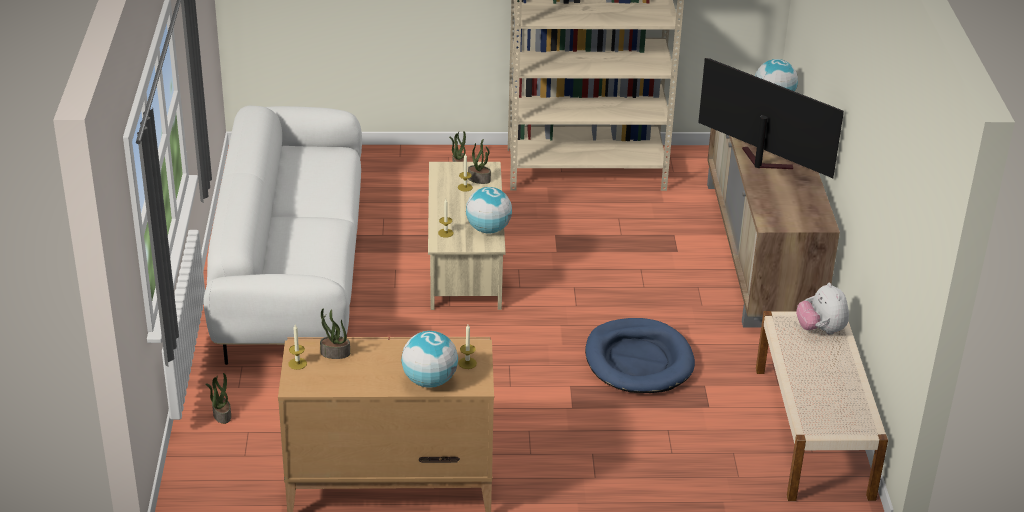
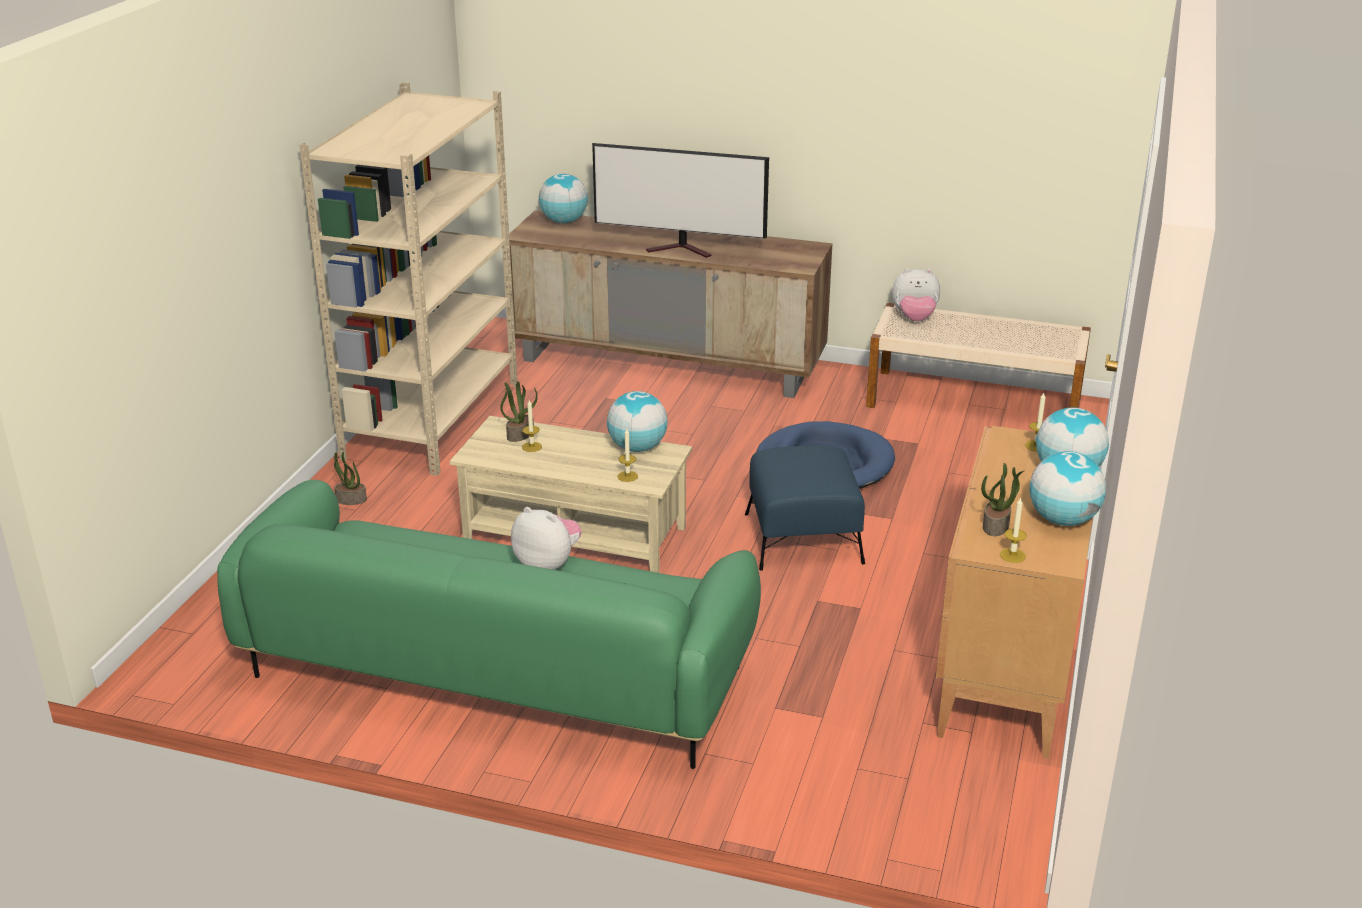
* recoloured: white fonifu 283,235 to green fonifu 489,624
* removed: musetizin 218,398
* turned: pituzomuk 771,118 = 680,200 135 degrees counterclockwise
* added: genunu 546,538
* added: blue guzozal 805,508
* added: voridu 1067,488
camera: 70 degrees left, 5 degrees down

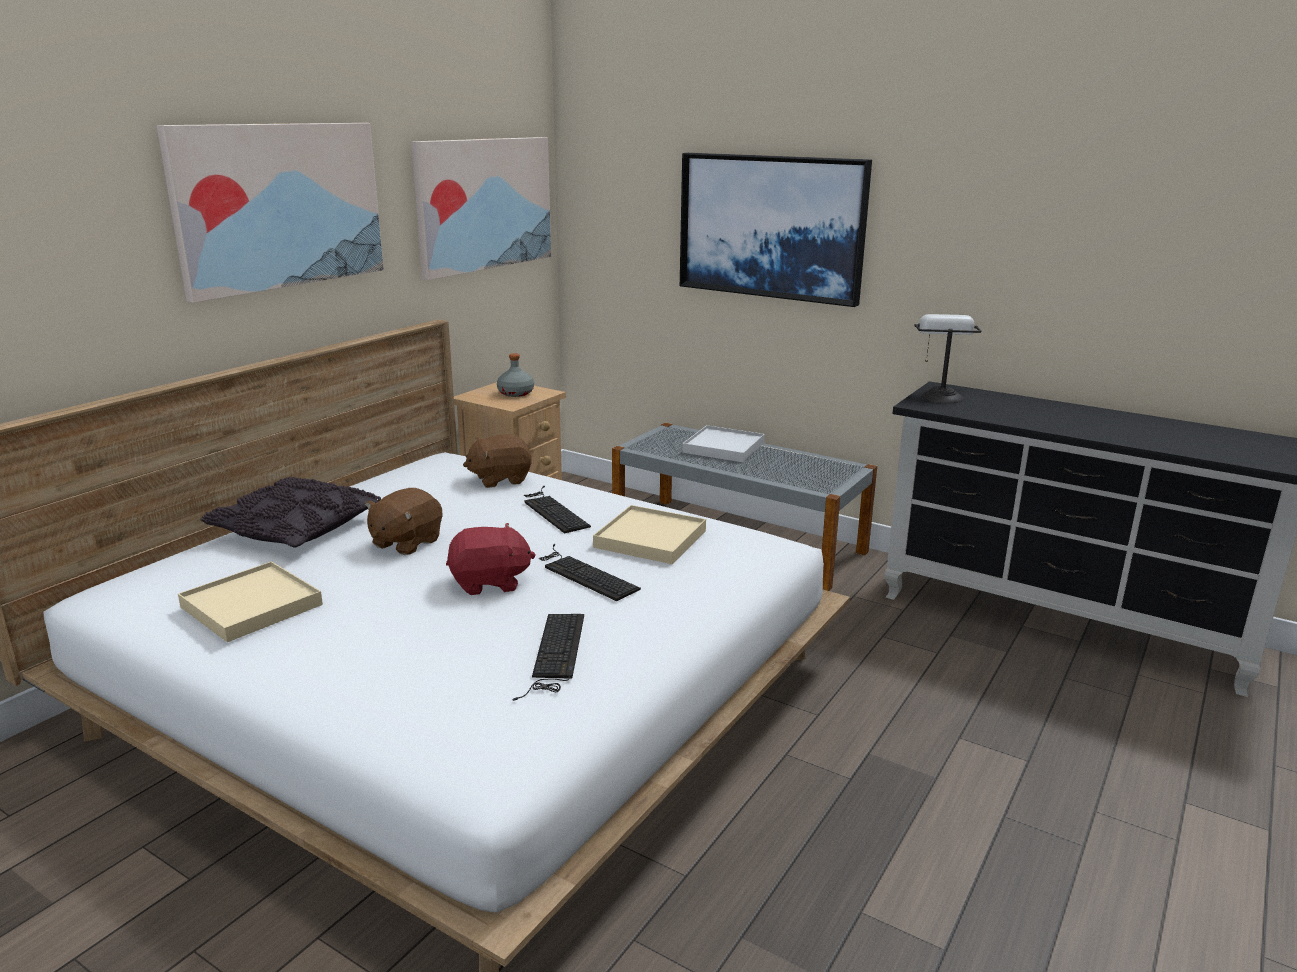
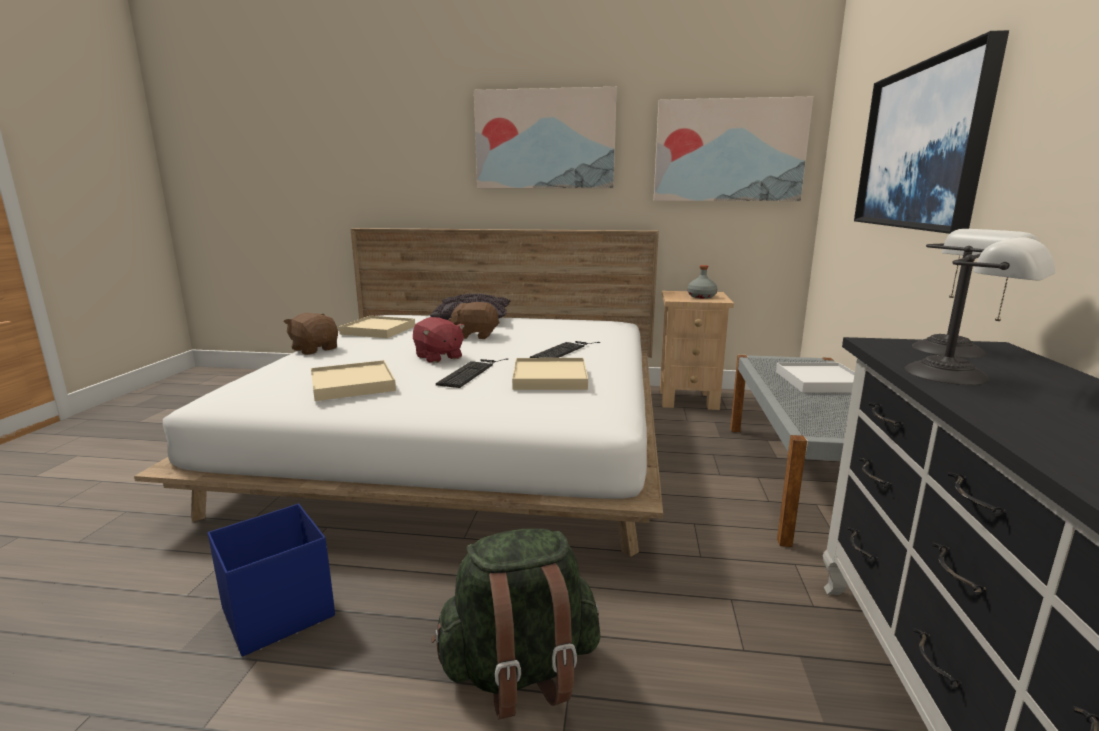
* moved: brown genunu 497,461 to 310,334
* replaced: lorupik 548,657 to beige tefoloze 353,380
* added: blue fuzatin 271,580
* added: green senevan 516,624
* added: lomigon 980,311
camera: 65 degrees right, 5 degrees down

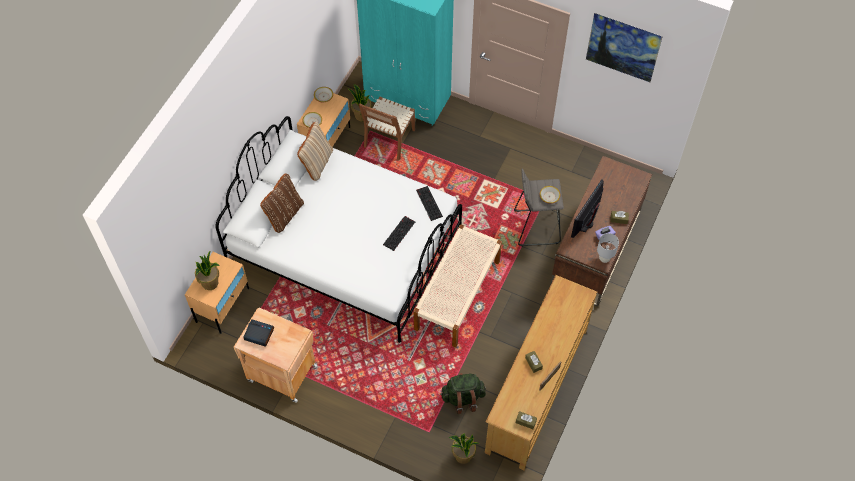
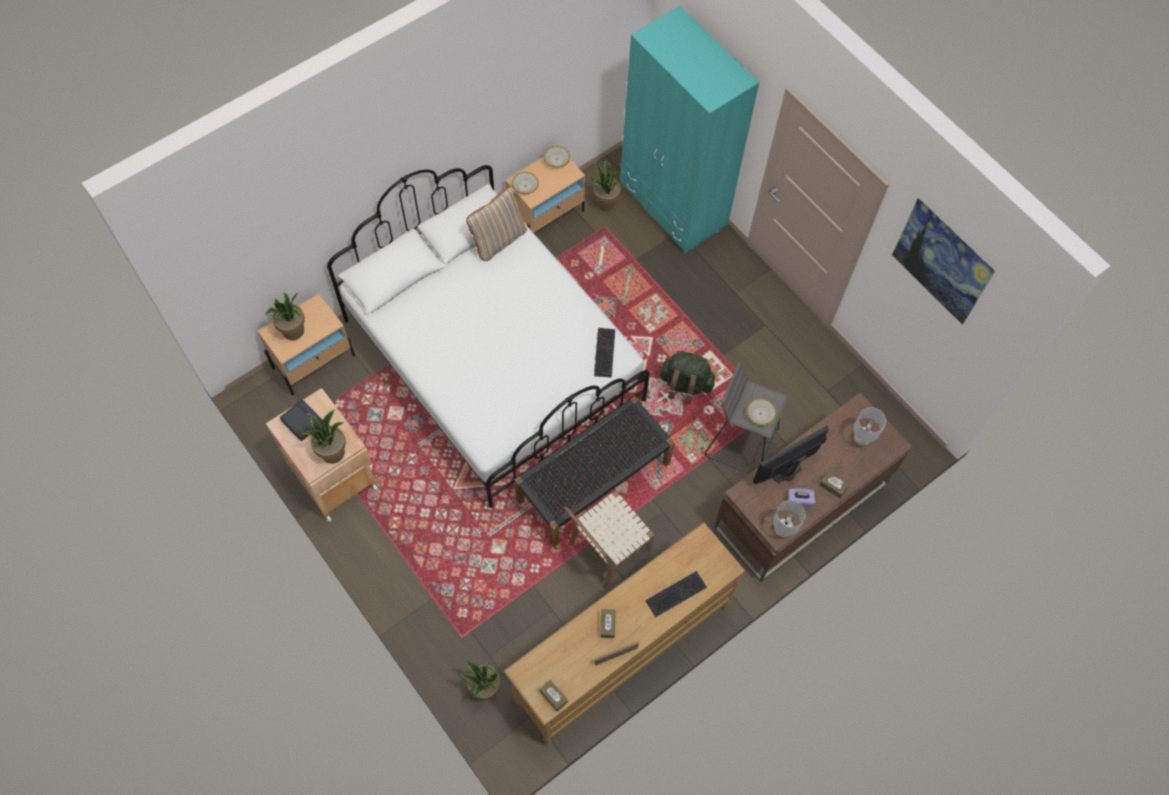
* removed: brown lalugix 282,203
* moved: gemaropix 387,128 to 609,540
* moved: lorupik 399,233 to 676,594
* recoloured: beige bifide 458,286 to black bifide 595,471
* moved: green senevan 463,393 to 687,377
* added: musetizin 323,437
* added: grey lomigon 869,426
camera: 25 degrees right, 5 degrees up

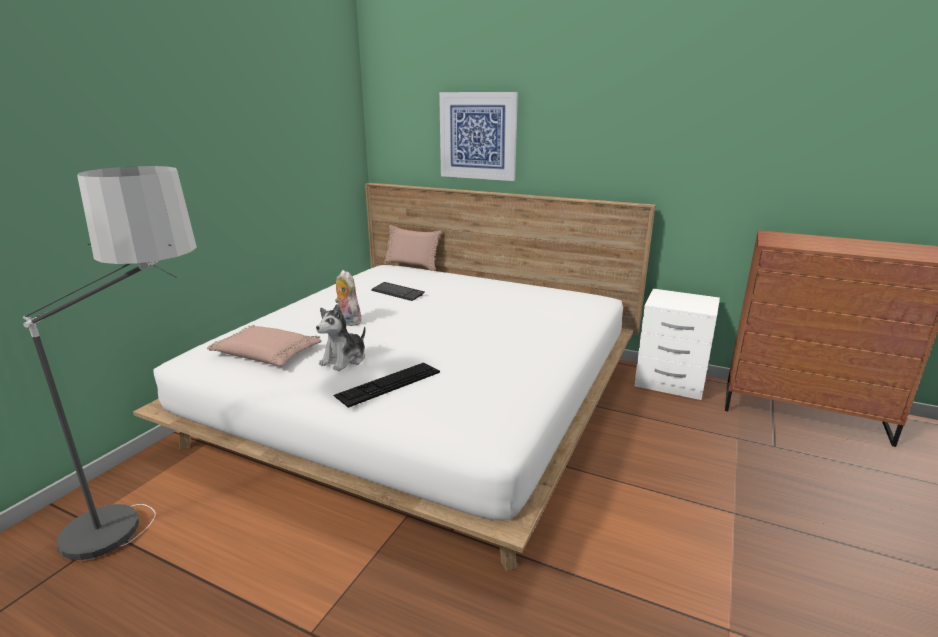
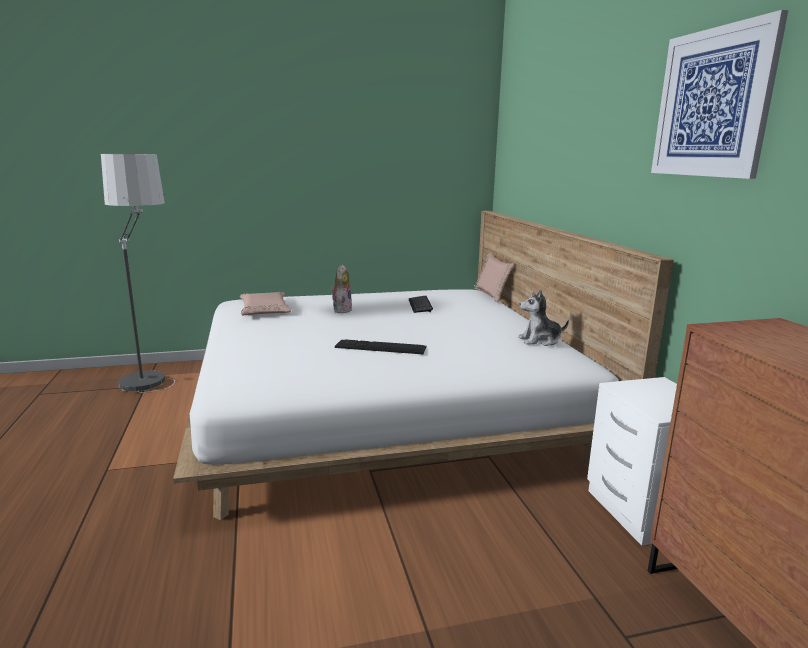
* moved: genunu 341,337 to 544,317
* moved: lorupik 387,385 to 381,346
* moved: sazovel 478,136 to 719,94
camera: 50 degrees right, 5 degrees down

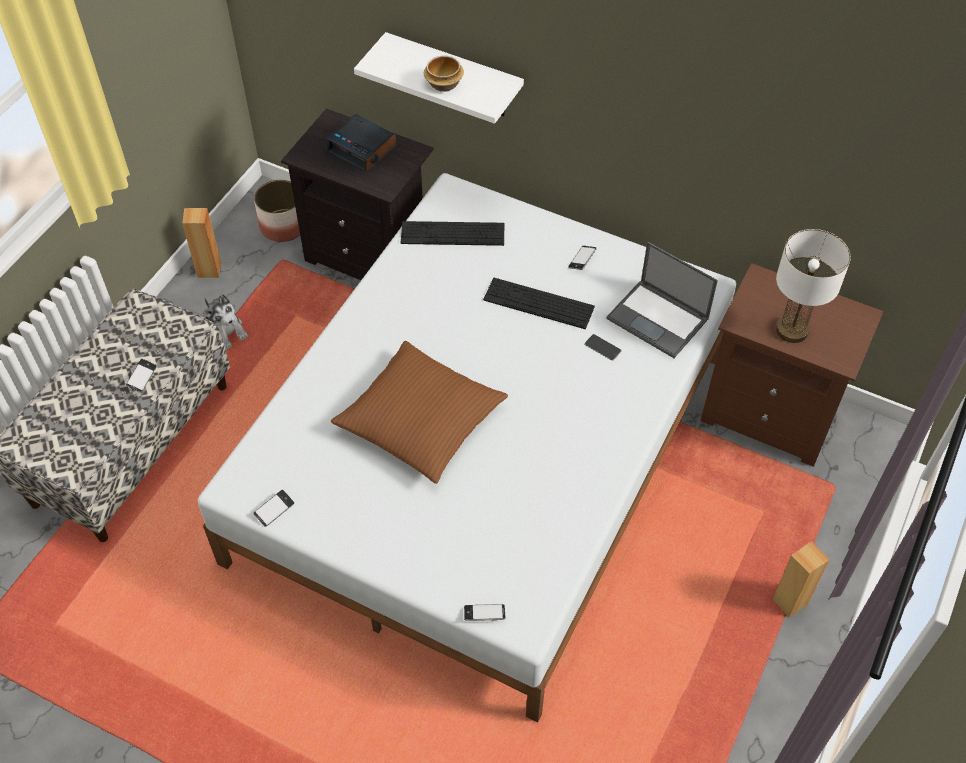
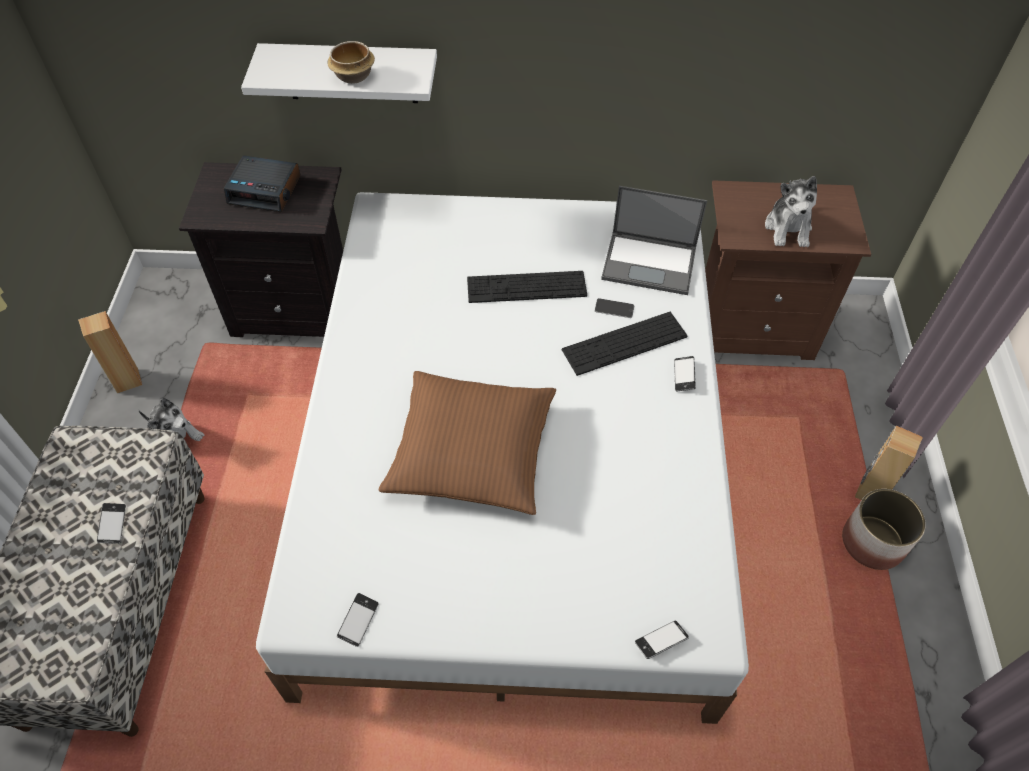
* moved: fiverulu 277,211 to 884,529
* moved: lorupik 452,233 to 625,344
* moved: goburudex 582,258 to 685,373
* replaced: lomigon 813,286 to genunu 791,211
camera: 25 degrees left, 0 degrees up

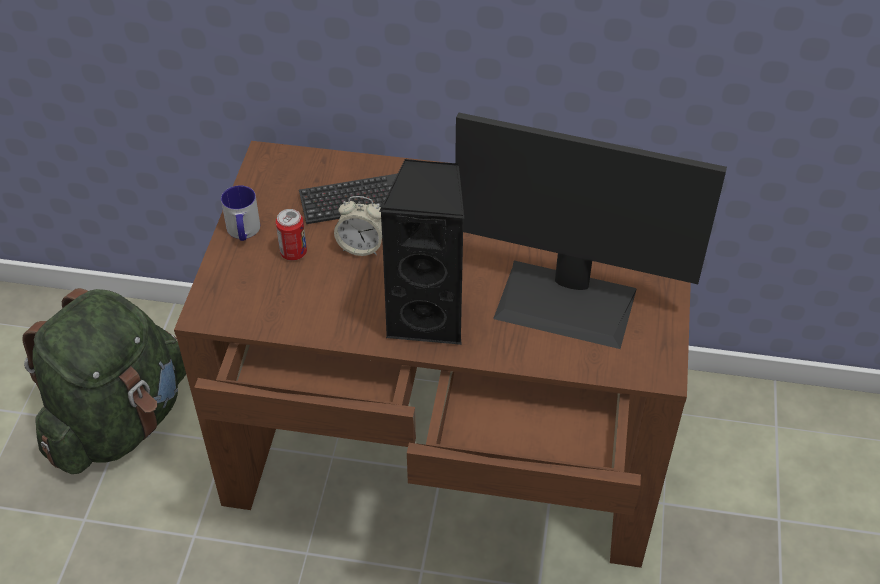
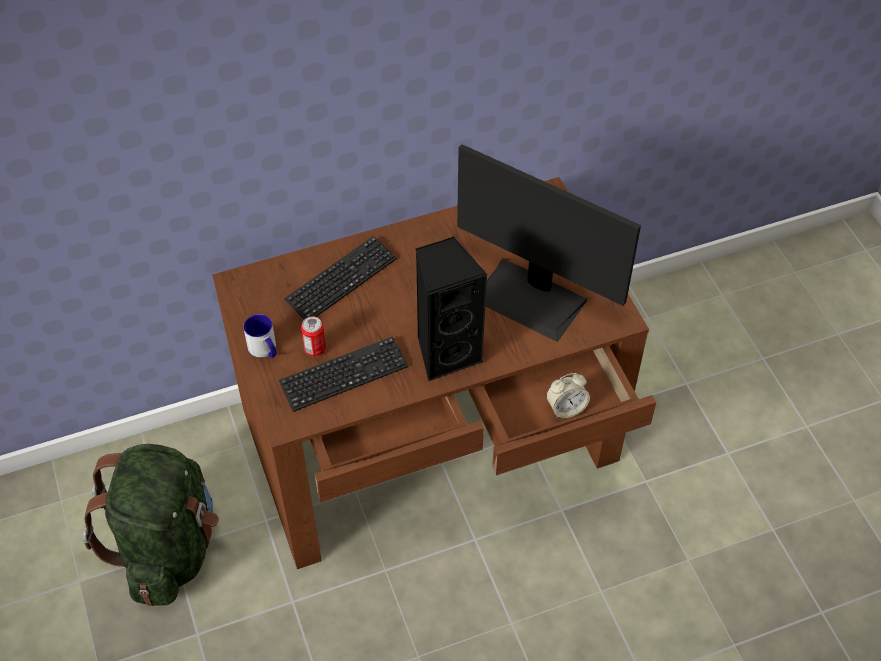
* moved: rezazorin 358,226 to 568,395
* turned: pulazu 591,230 = 549,243 45 degrees clockwise
* added: lorupik 343,374
camera: 30 degrees left, 5 degrees up

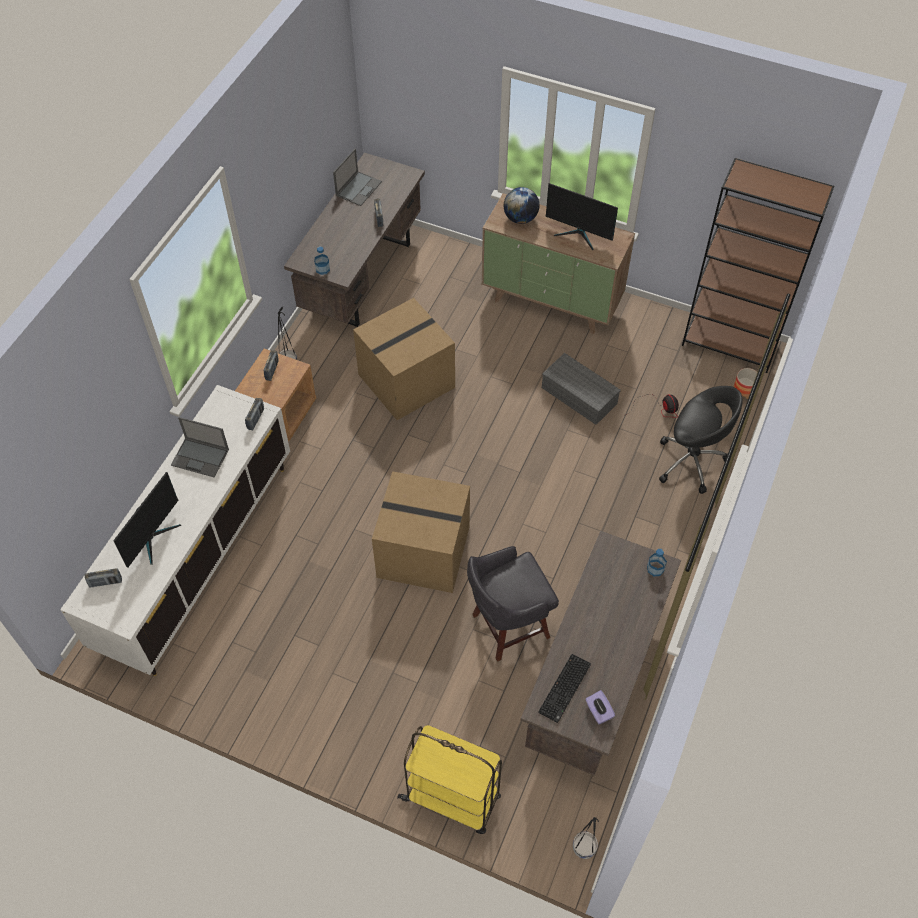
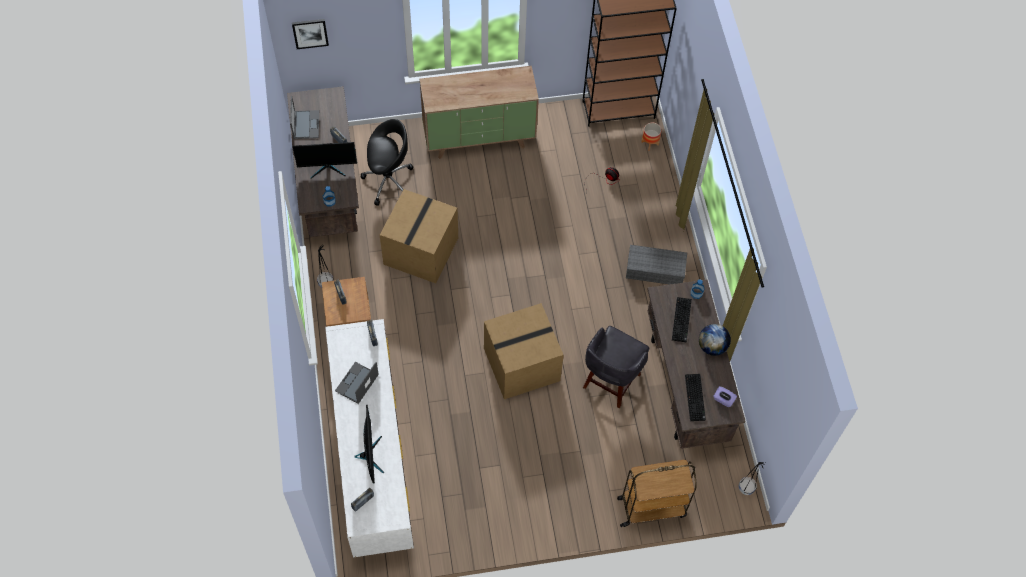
* turned: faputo 200,447 = 357,383 135 degrees clockwise
* recoloured: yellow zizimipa 449,779 to brown zizimipa 657,493
* moved: voridu 521,205 to 715,340
* moved: grey fuzatin 581,389 to 656,265
* moved: pulazu 582,216 to 325,160
* moved: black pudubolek 700,440 to 387,162
* added: sazovel 310,34
* added: lorupik 682,319
camera: 35 degrees left, 5 degrees up

